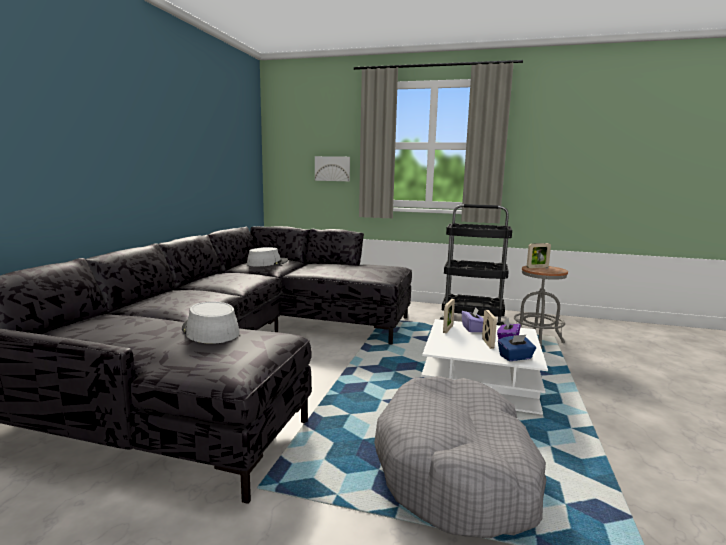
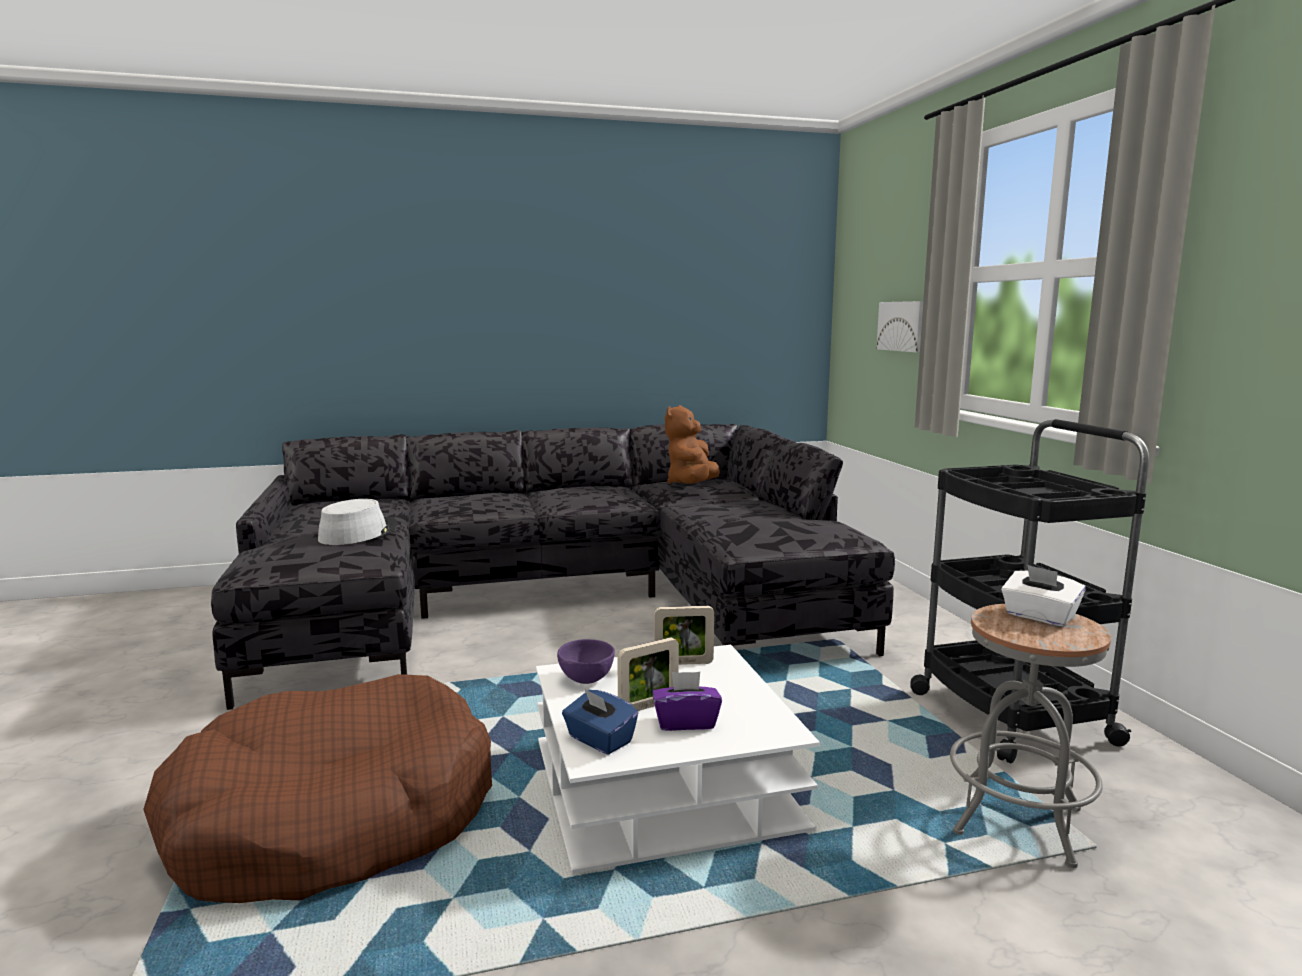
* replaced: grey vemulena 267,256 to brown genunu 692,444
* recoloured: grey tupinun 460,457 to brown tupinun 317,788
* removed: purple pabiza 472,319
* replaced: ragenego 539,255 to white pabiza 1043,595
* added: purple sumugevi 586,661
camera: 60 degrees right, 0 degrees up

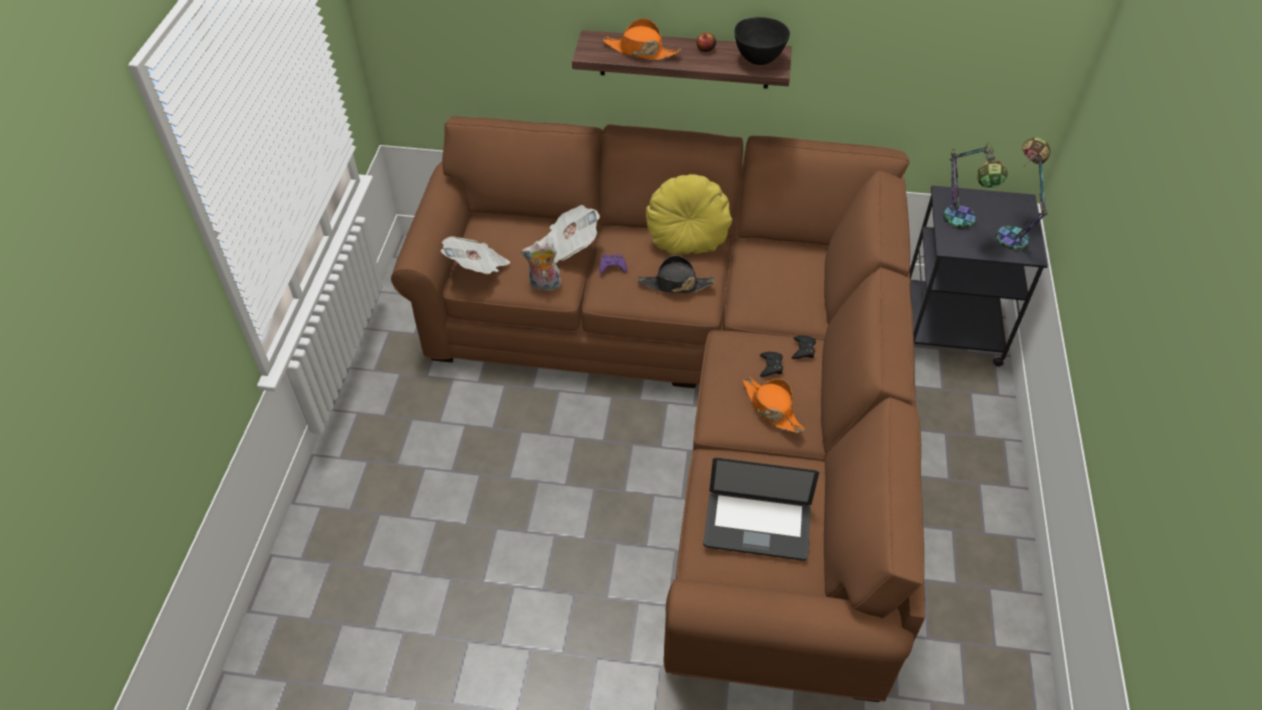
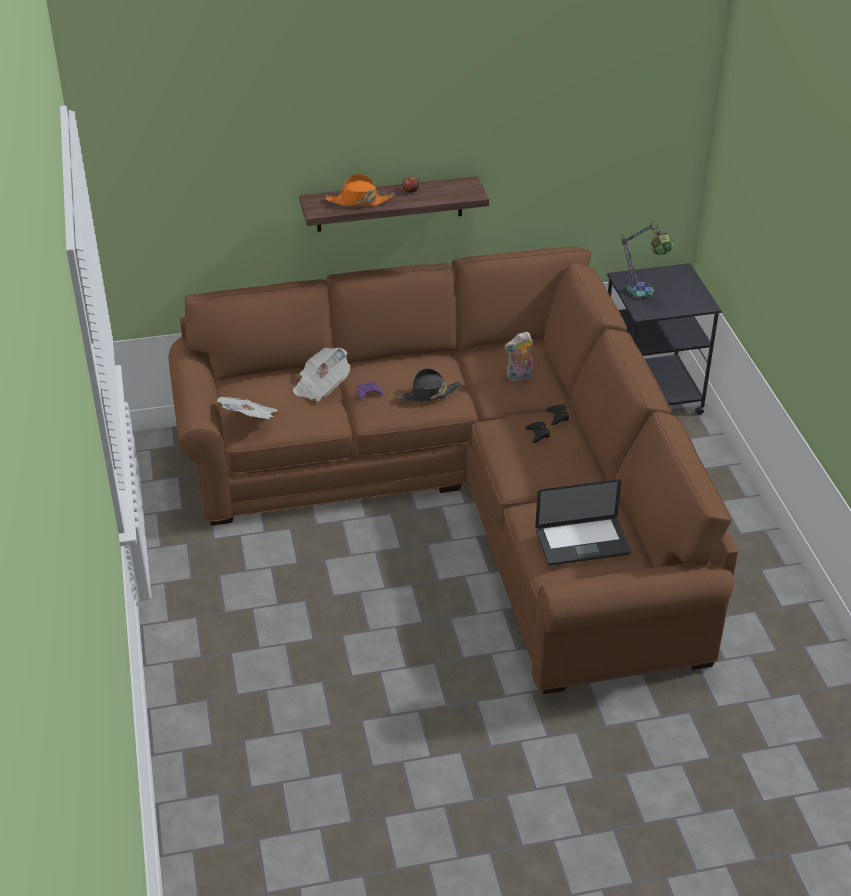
* moved: genunu 541,265 to 518,357
* removed: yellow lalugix 689,214
* removed: black sumugevi 762,41
* removed: orange vemulena 774,405
* removed: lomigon 1023,194
camera: 20 degrees left, 10 degrees down

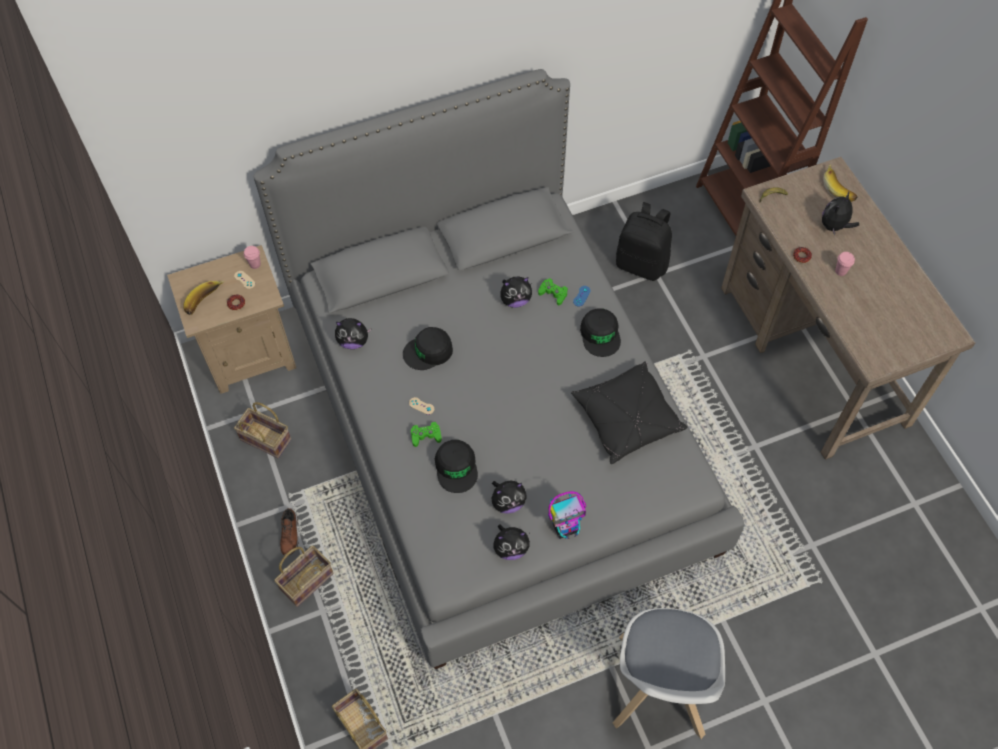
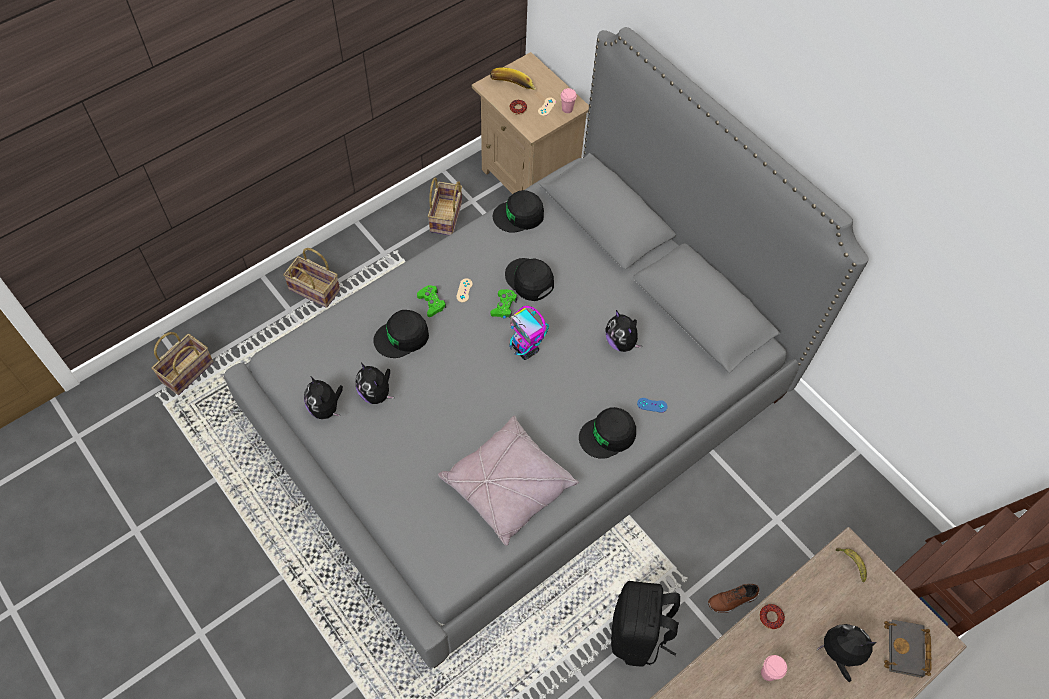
* moved: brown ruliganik 289,531 to 733,598
* replaced: genunu 353,333 to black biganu 518,211
* moved: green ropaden 553,291 to 504,303
* moved: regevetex 567,515 to 526,333
* recoloured: black lalugix 629,412 to purple lalugix 508,480
* removed: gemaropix 669,673
* moved: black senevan 644,241 to 645,624
* replaced: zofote 840,183 to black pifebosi 908,648
camera: 70 degrees right, 0 degrees up

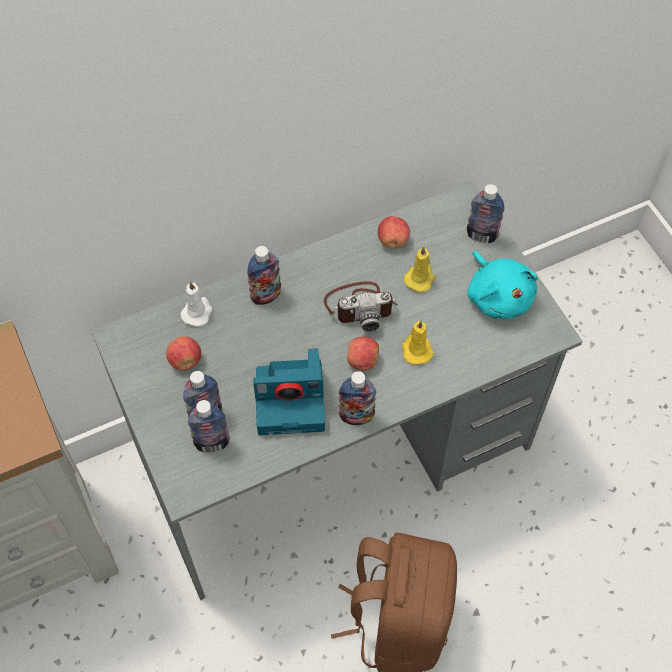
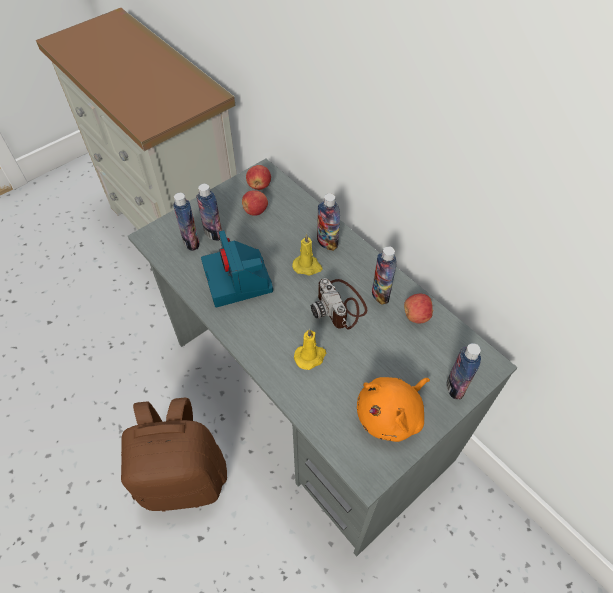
* removed: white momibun 197,304
* moved: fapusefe 357,398 to 384,275
* moved: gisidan 363,354 to 258,177
* moved: yellow momibun 419,269 to 307,254
* recoloured: turquoise genunu 503,285 to orange genunu 393,409
camera: 75 degrees right, 5 degrees down

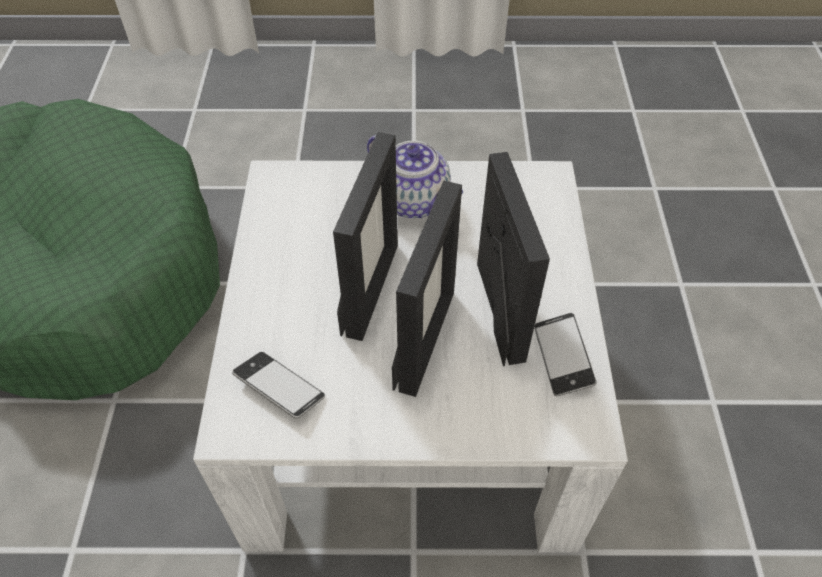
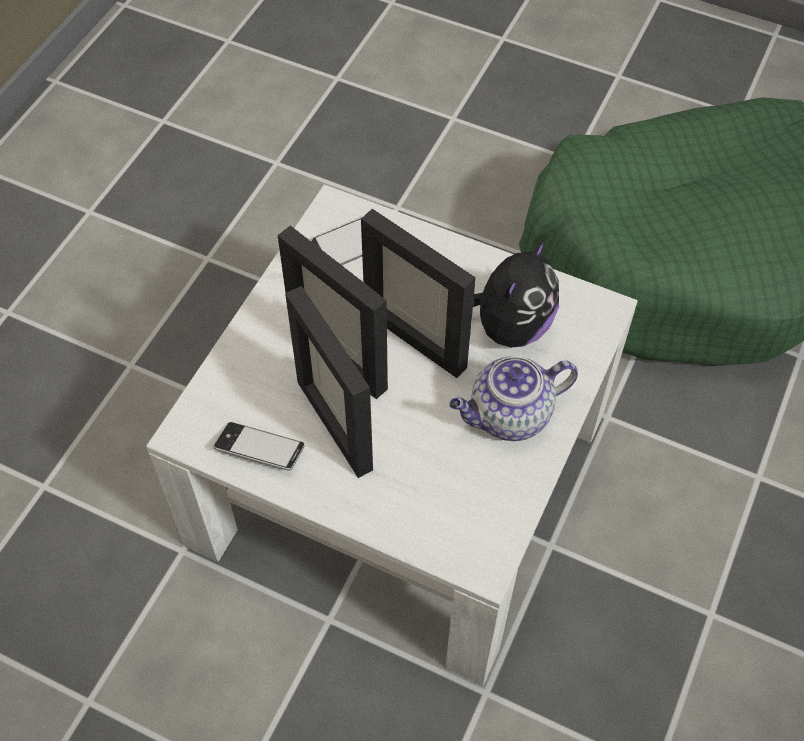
* turned: ragenego 513,259 = 329,382 45 degrees clockwise
* added: genunu 516,292
camera: 115 degrees right, 5 degrees up

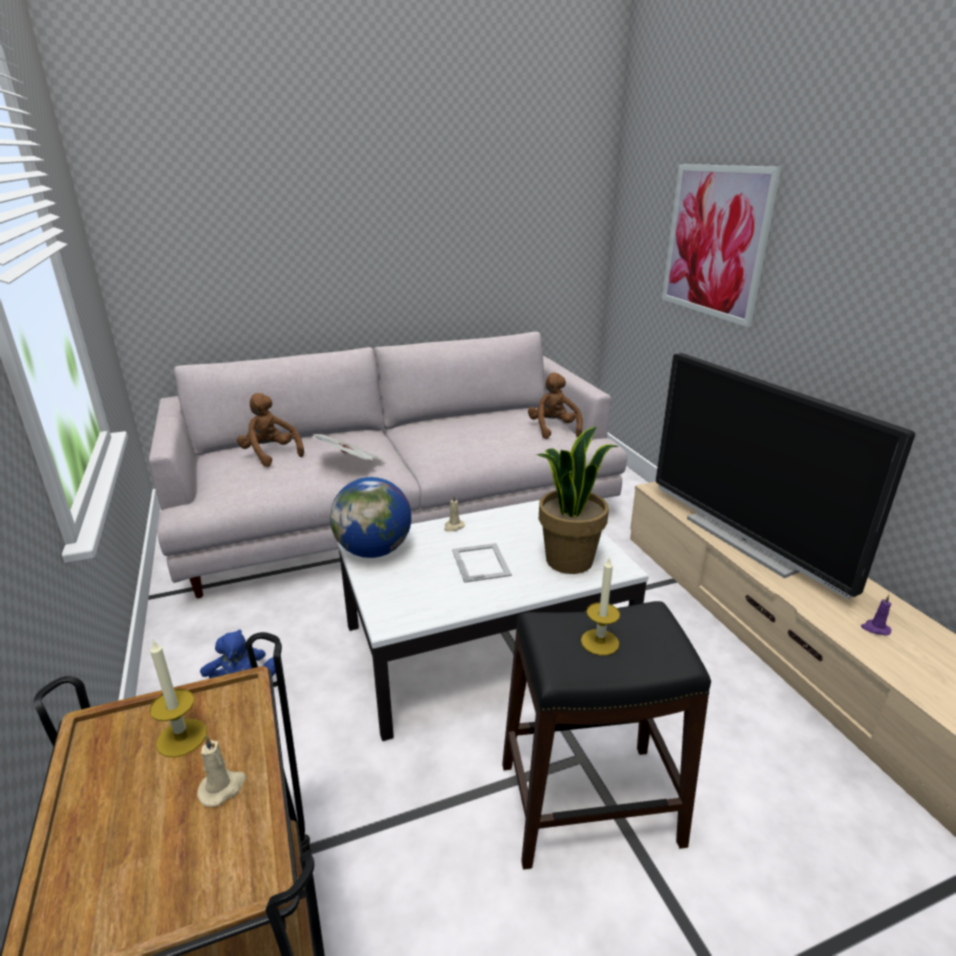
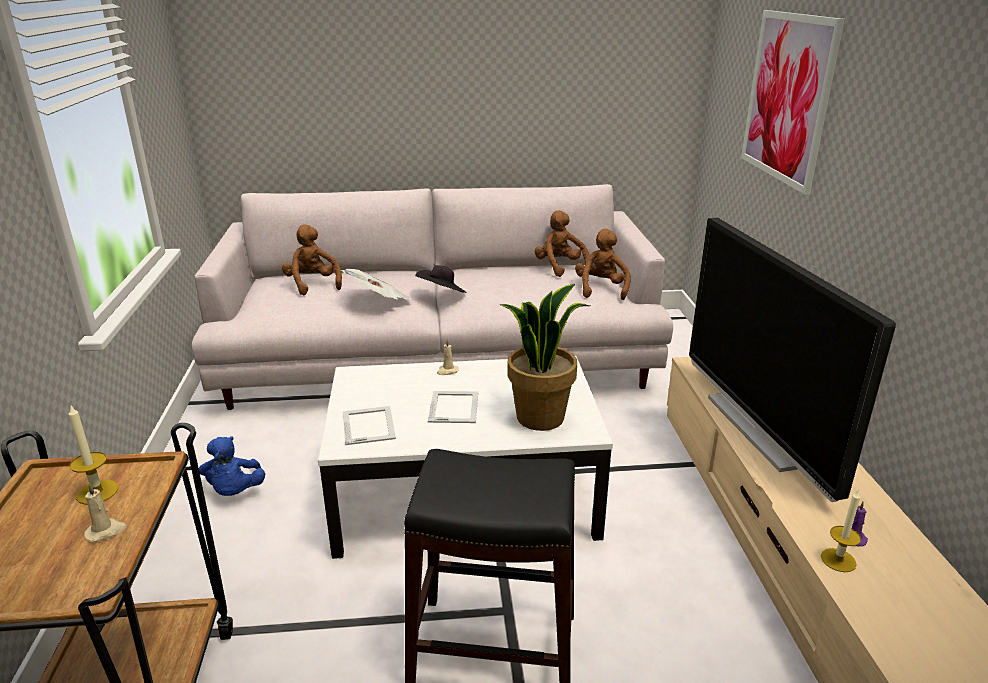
* removed: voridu 370,517
* moved: momibun 600,606 to 841,530
* added: ragenego 369,425
* added: black vemulena 441,279
* added: brown genunu 562,243
camera: 15 degrees right, 0 degrees up

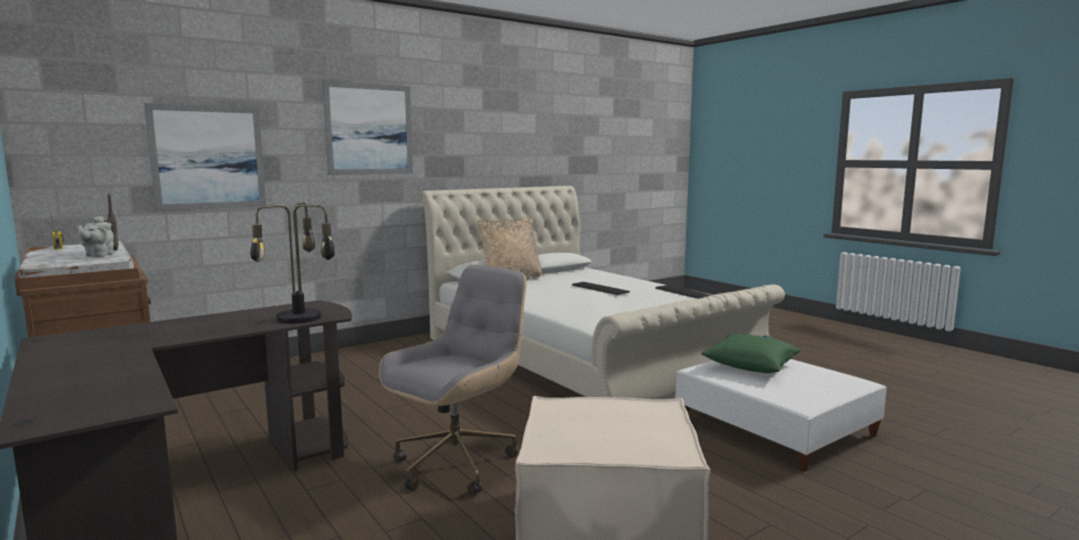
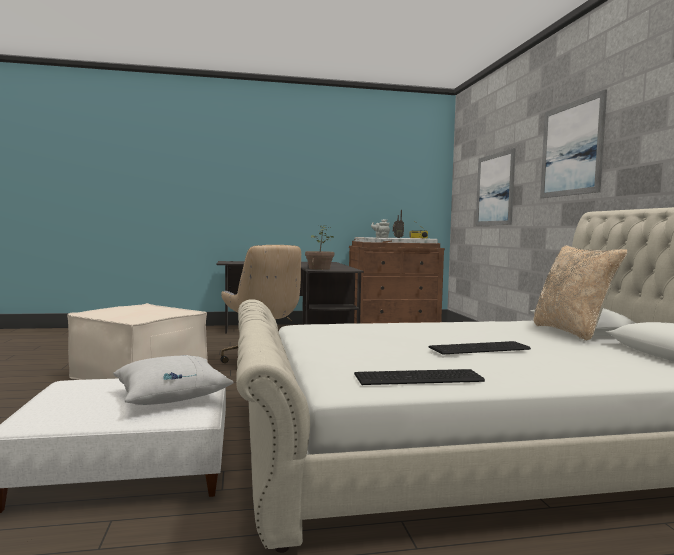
* replaced: lomigon 292,263 to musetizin 319,247
* recoloured: green lalugix 750,353 to grey lalugix 173,380
camera: 115 degrees right, 5 degrees down

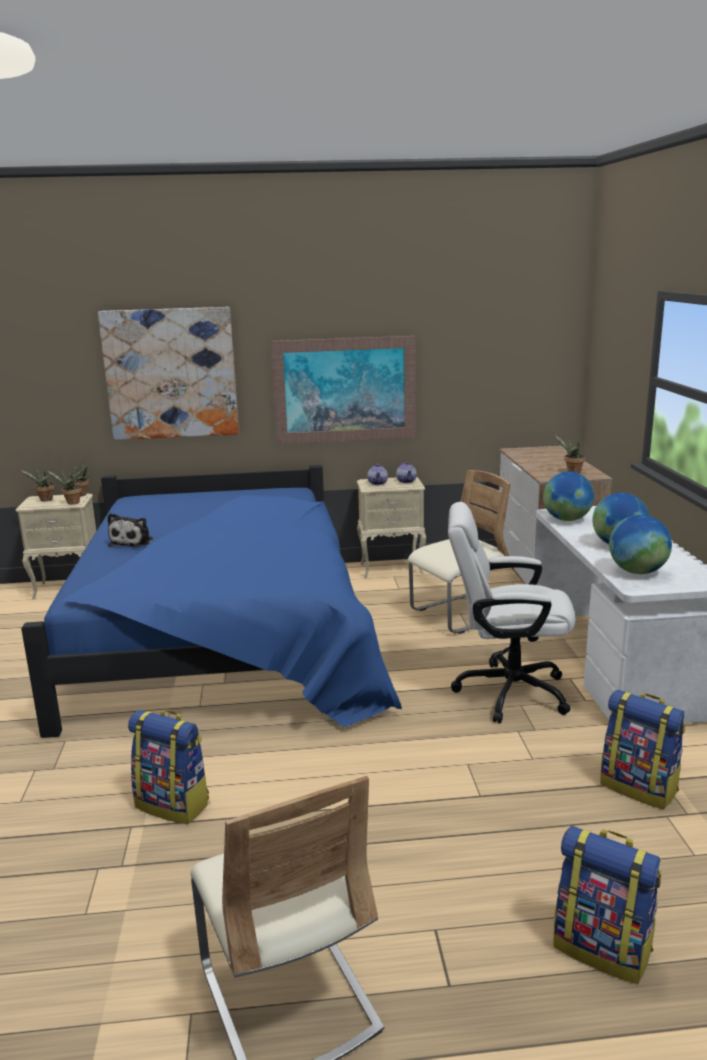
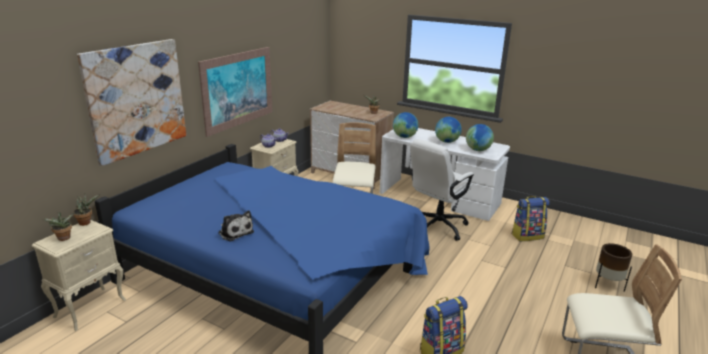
* removed: musetizin 64,488
* replaced: senevan 607,905 to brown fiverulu 613,267
camera: 55 degrees left, 5 degrees up

